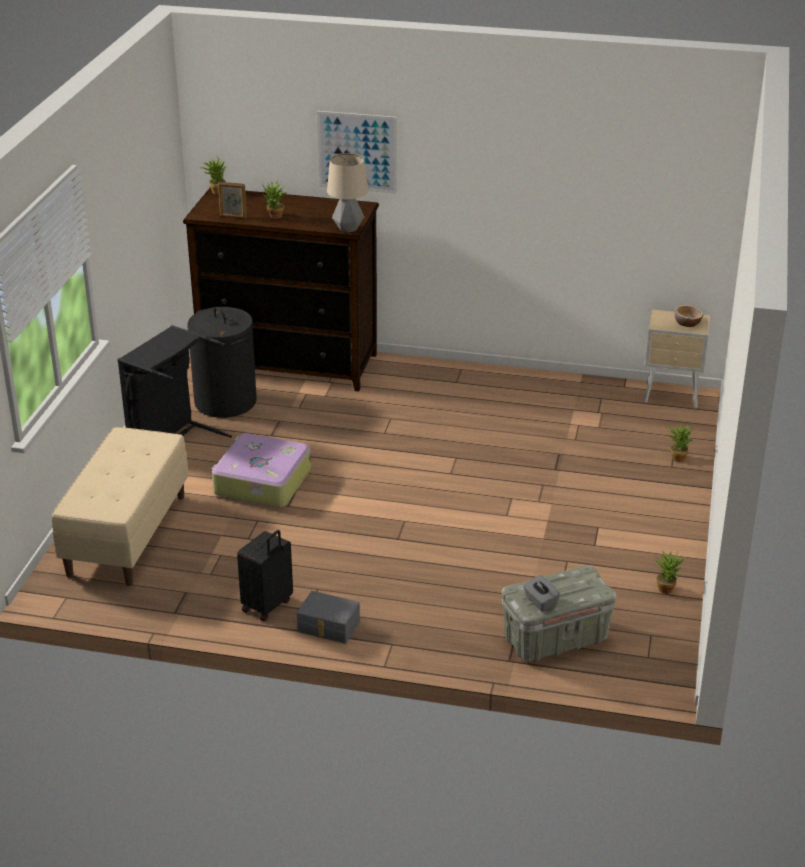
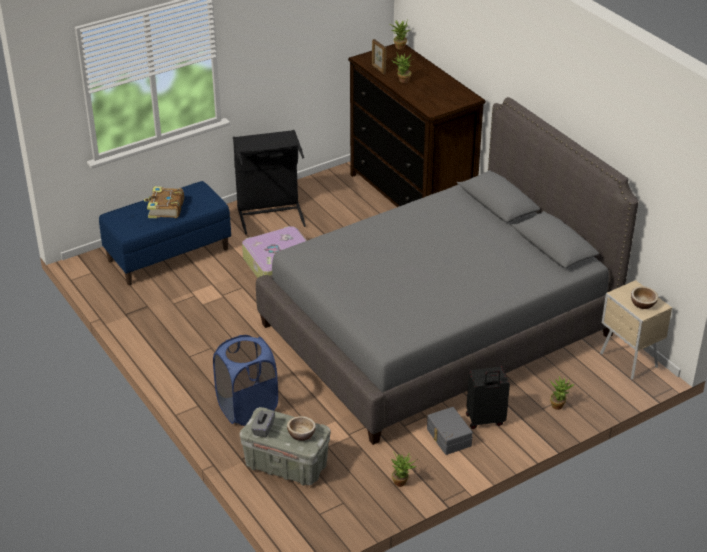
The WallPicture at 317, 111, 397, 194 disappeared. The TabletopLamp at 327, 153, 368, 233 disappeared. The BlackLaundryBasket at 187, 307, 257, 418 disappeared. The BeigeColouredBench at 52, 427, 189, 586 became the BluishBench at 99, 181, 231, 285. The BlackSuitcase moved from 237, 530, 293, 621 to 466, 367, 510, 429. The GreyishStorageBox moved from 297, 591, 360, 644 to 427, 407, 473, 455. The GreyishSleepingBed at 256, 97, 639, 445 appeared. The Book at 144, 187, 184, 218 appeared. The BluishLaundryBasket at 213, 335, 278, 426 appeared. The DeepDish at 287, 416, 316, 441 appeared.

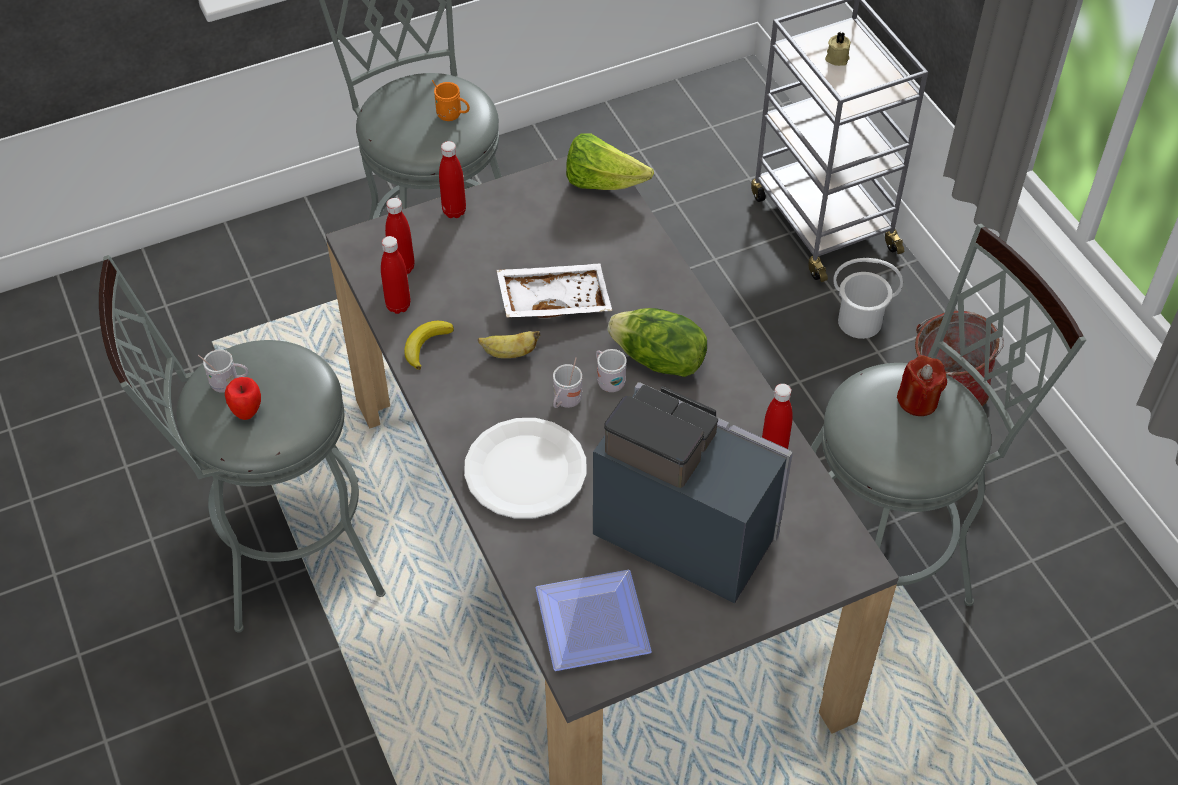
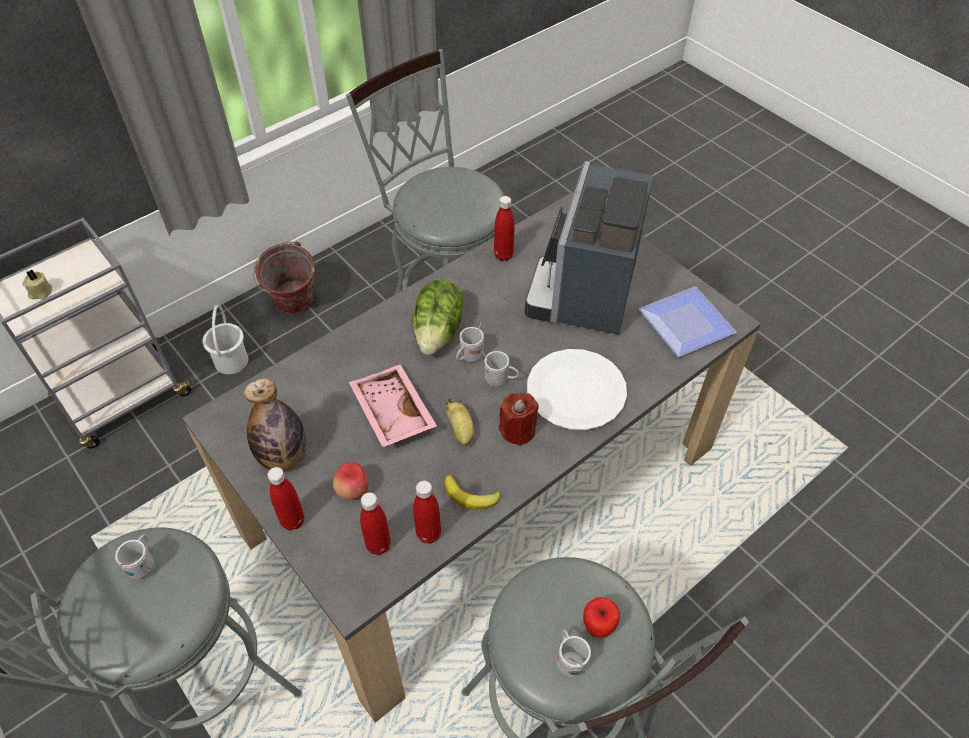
The OrangeTeaMug at 432, 80, 470, 121 became the WhiteTeaMug at 115, 535, 155, 580. The LettuceHead at 566, 133, 654, 190 disappeared. The WhiteCarryingTray at 496, 263, 612, 318 became the PinkCarryingTray at 349, 364, 437, 447. The RedWaxCandle moved from 897, 355, 947, 416 to 499, 393, 539, 446. The DrinkBottle at 244, 378, 306, 471 appeared. The AppleFruit at 333, 462, 368, 500 appeared.

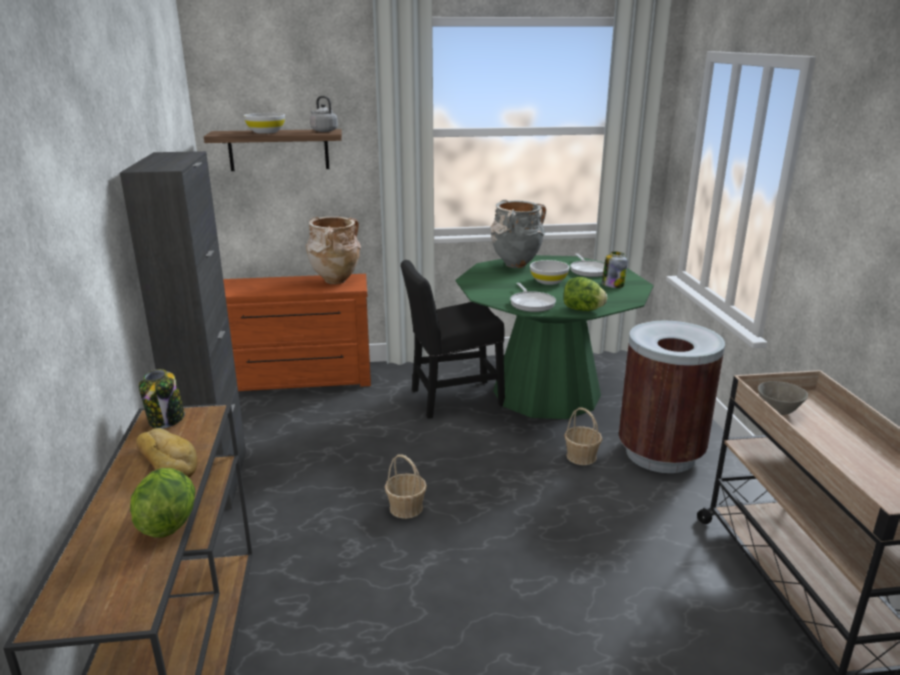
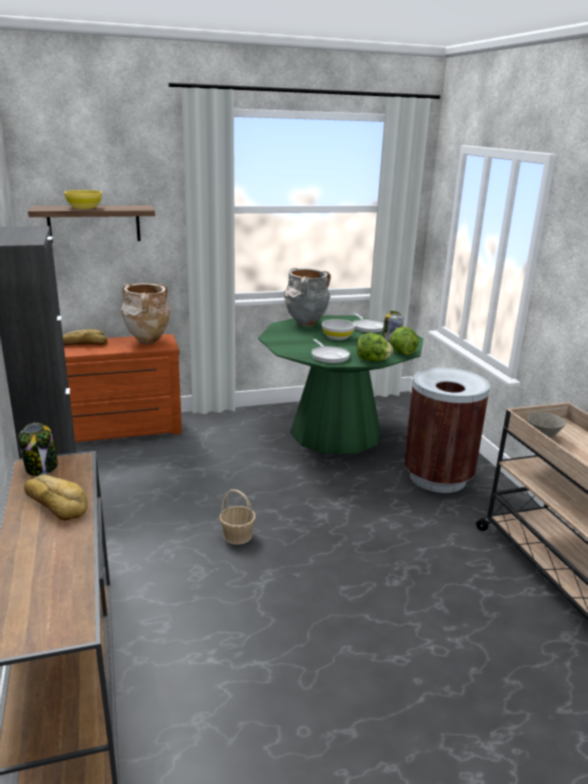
The GreyishTeaKettle at 310, 96, 338, 132 disappeared. The WhiteDeepDish at 244, 113, 285, 134 became the YellowDeepDish at 64, 190, 102, 209. The BlackPlainChair at 401, 260, 505, 419 disappeared. The StorageBasket at 564, 407, 602, 465 disappeared. The LettuceHead moved from 130, 468, 196, 537 to 389, 327, 419, 355. The BakeryBread at 63, 329, 107, 345 appeared.

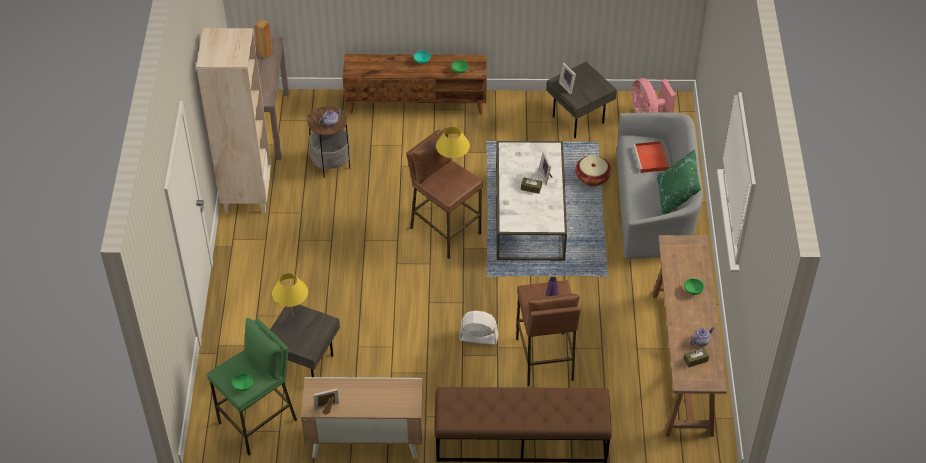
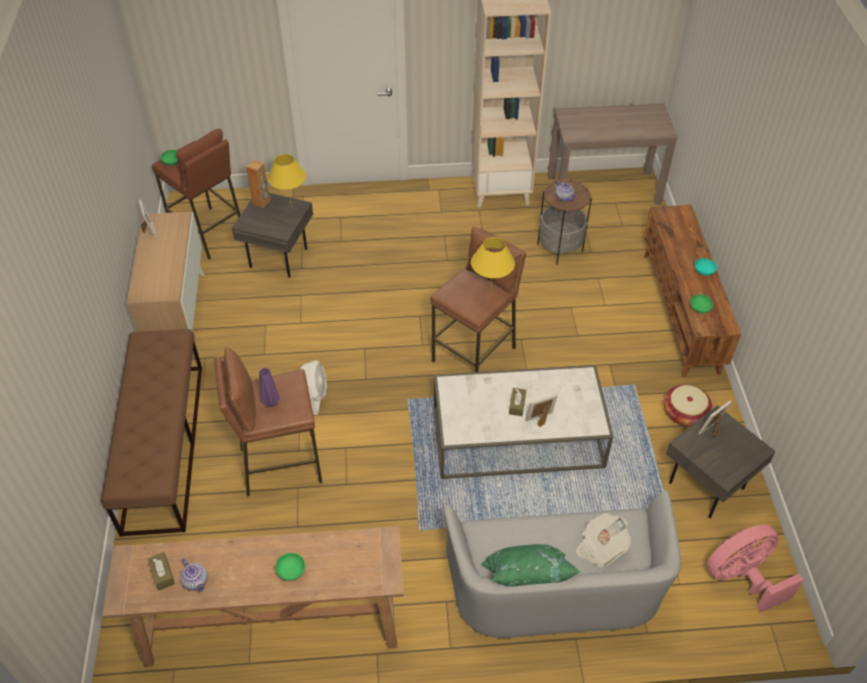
The BrownSpeaker moved from 254, 19, 273, 59 to 246, 160, 270, 208. The RedCarryingTray at 633, 141, 669, 173 was replaced by the DailyPaper at 576, 513, 631, 568. The StorageBasket moved from 575, 155, 611, 186 to 664, 385, 712, 426. The GreenColouredStool at 207, 318, 297, 456 became the BrownStool at 152, 129, 240, 260.

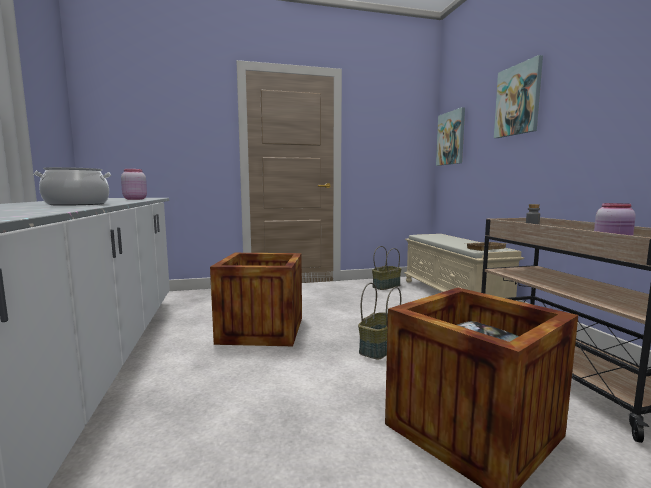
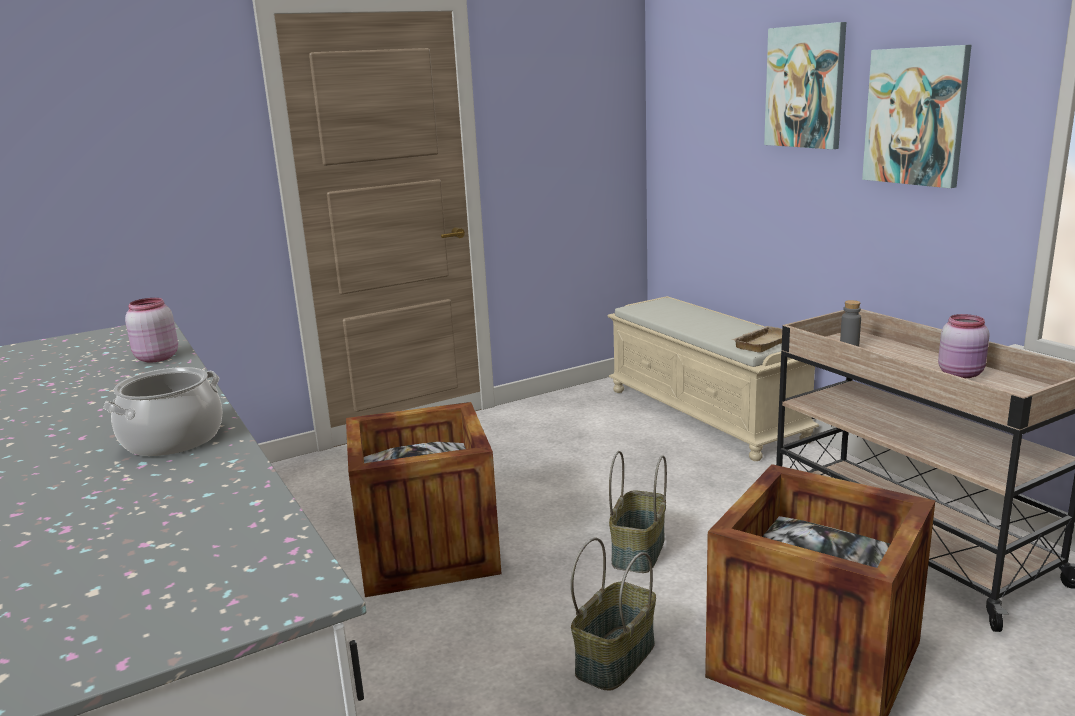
The WallPicture moved from 436, 107, 465, 166 to 862, 45, 971, 188. The StorageBasket moved from 372, 246, 402, 290 to 571, 538, 656, 690.

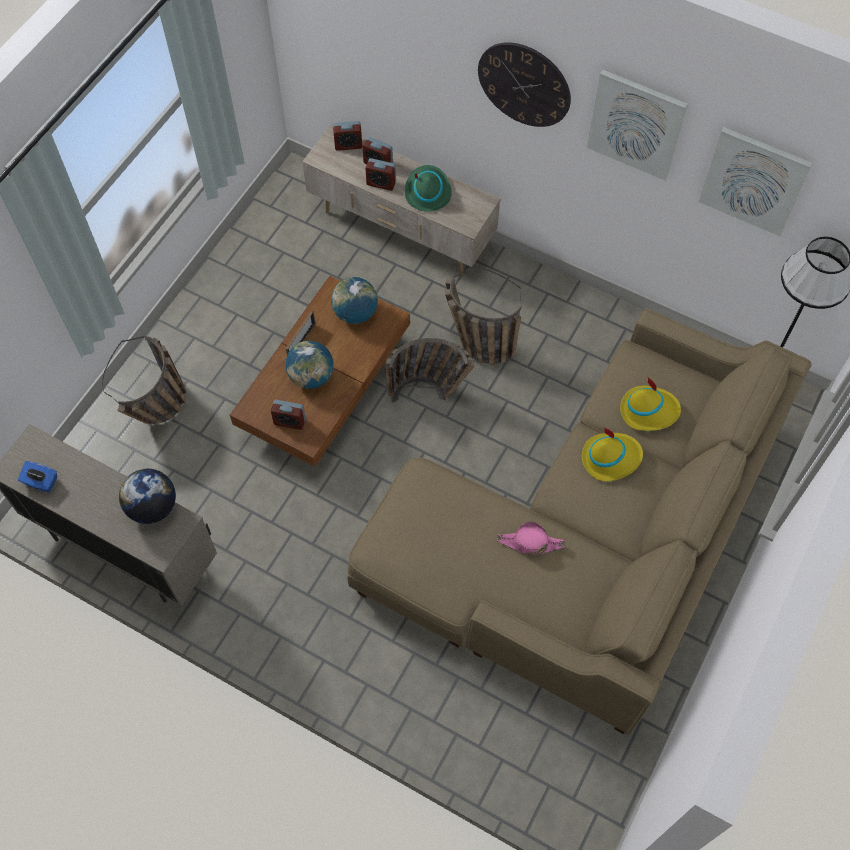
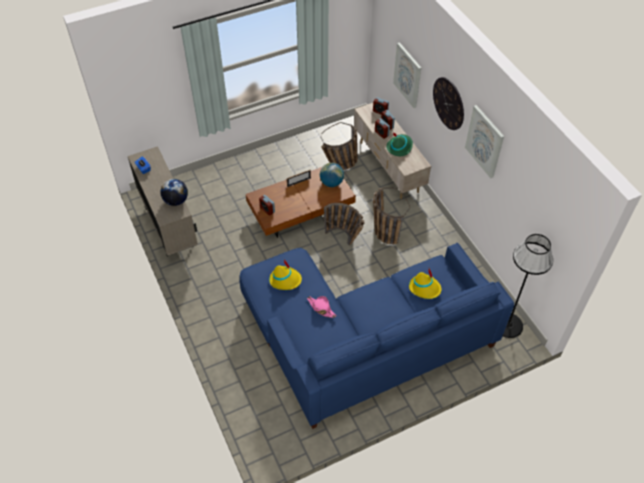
The WallPicture moved from 698, 127, 812, 236 to 393, 42, 421, 108. The BeigeColouredCouch at 347, 308, 812, 735 became the BluishCouch at 239, 243, 514, 429. The StorageBasket moved from 102, 336, 186, 424 to 320, 122, 358, 170. The WorldGlobe at 285, 341, 334, 389 disappeared. The YellowHat moved from 582, 427, 643, 481 to 269, 260, 302, 290.

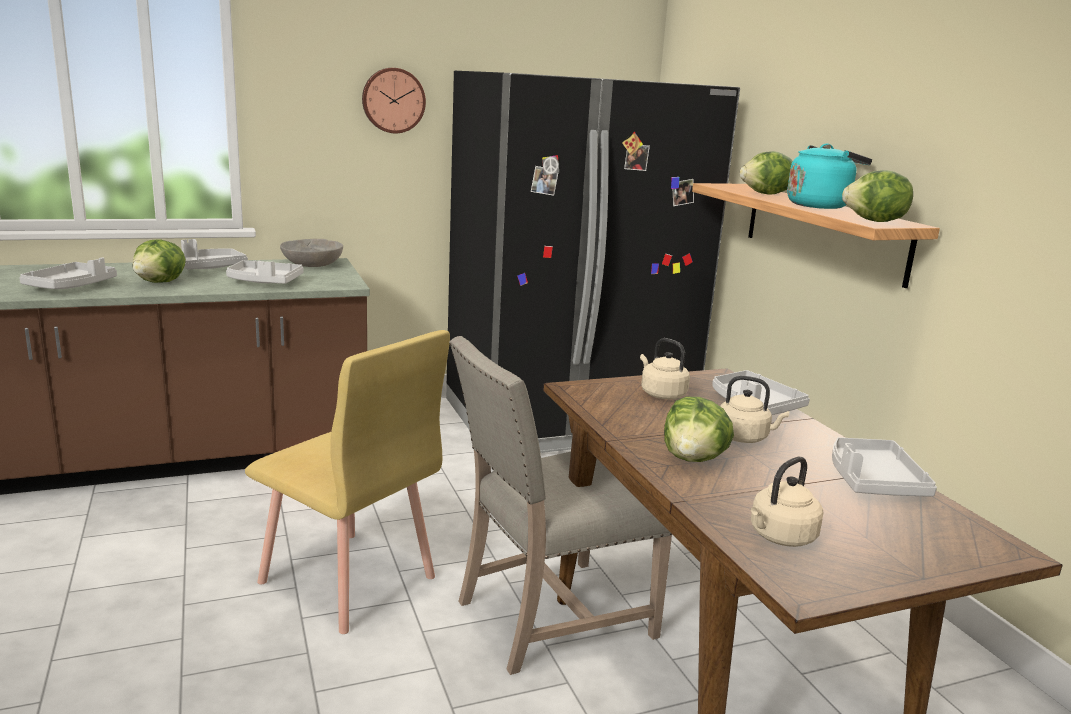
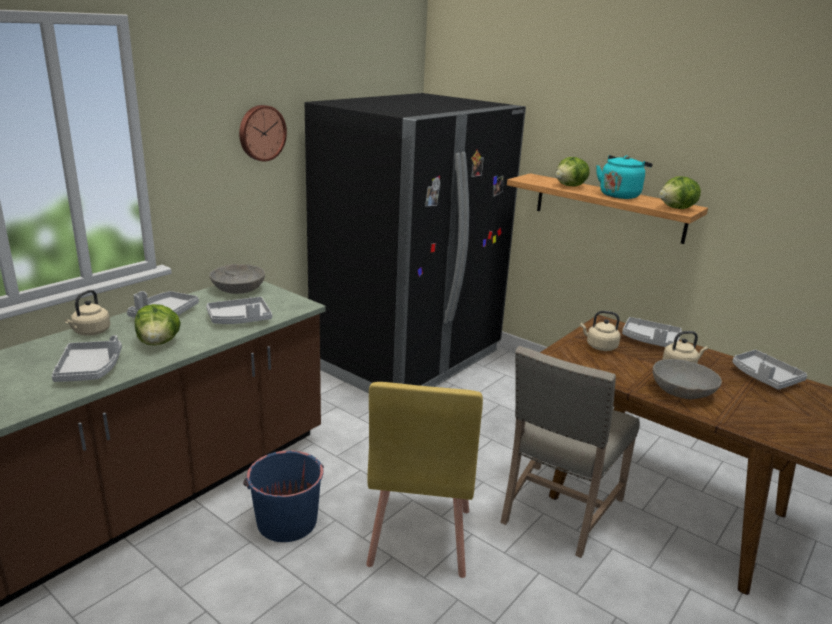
The YellowPlainChair at 245, 330, 450, 634 turned 90 degrees clockwise. The LettuceHead at 664, 397, 734, 462 was replaced by the GreyishDeepDish at 653, 359, 722, 399. The BeigeColouredTeaKettle moved from 751, 457, 823, 547 to 64, 290, 110, 336. The BluishPail at 243, 451, 324, 542 appeared.

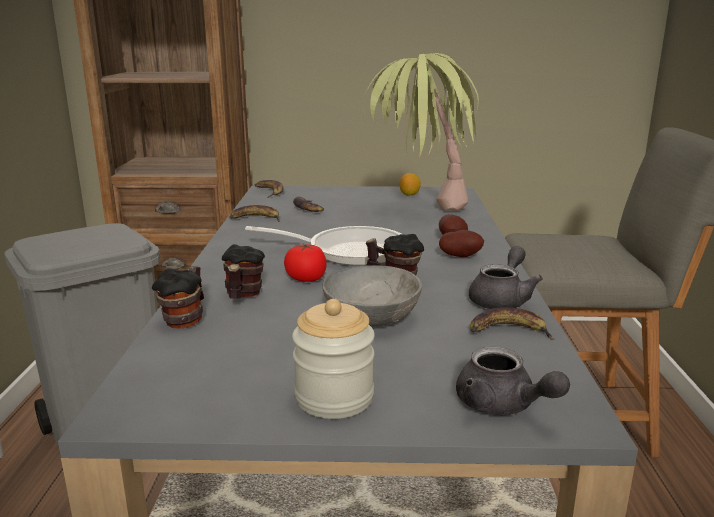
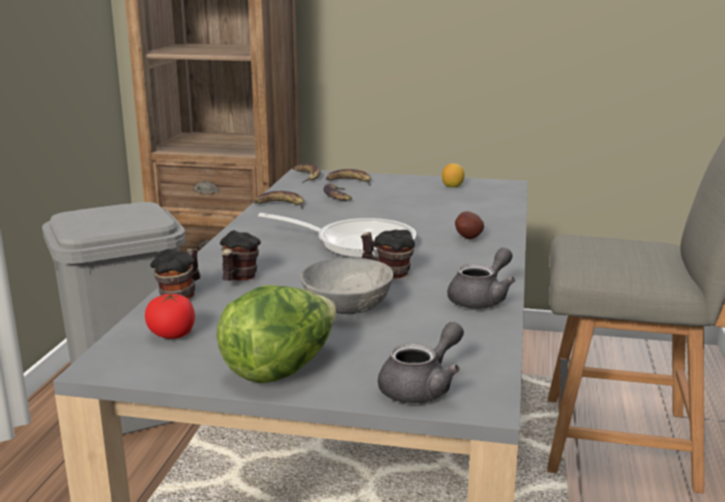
The Houseplant at 363, 53, 479, 211 disappeared. The Spud at 439, 230, 484, 257 disappeared. The FreshTomato moved from 284, 244, 326, 282 to 145, 292, 195, 339. The Jar at 292, 299, 375, 419 was replaced by the LettuceHead at 216, 285, 336, 383. The Banana moved from 470, 307, 555, 340 to 325, 169, 371, 186. The GreyishTeapot at 456, 347, 570, 415 turned 105 degrees counterclockwise.

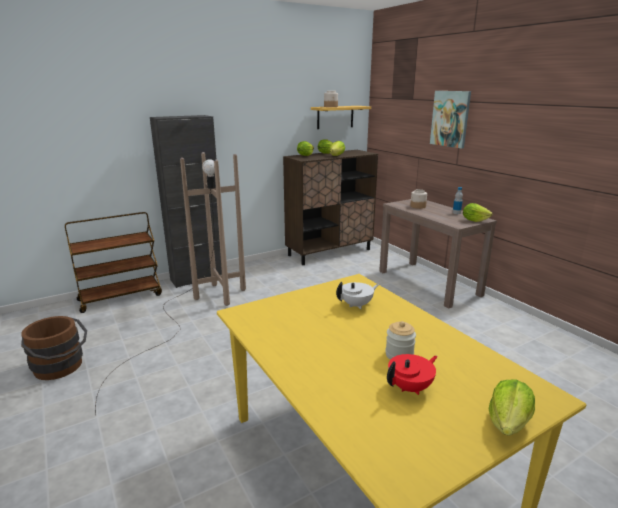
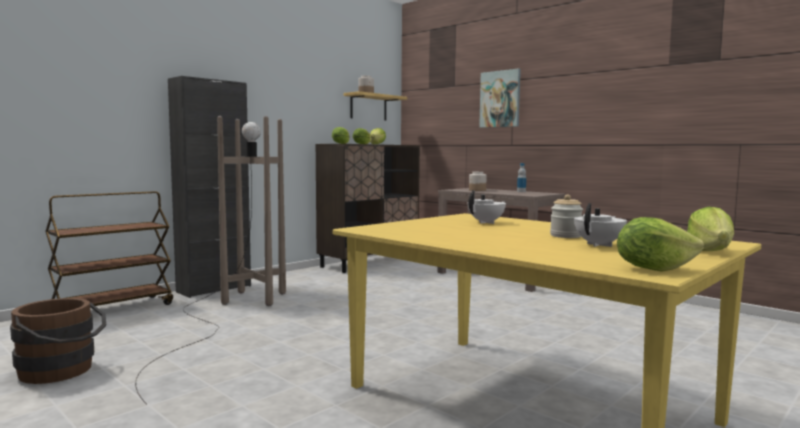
The LettuceHead moved from 463, 203, 493, 222 to 617, 217, 704, 272. The RedTeapot at 387, 354, 438, 395 became the WhiteTeapot at 574, 203, 627, 247.

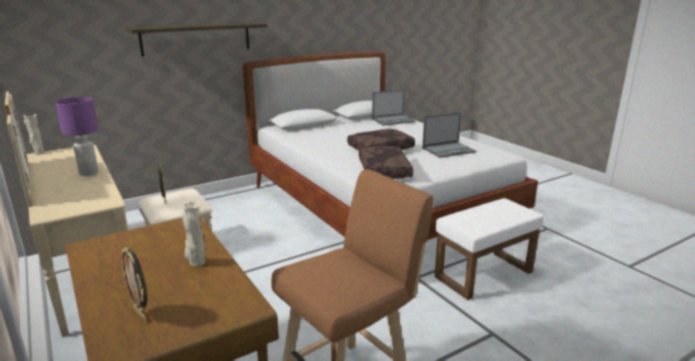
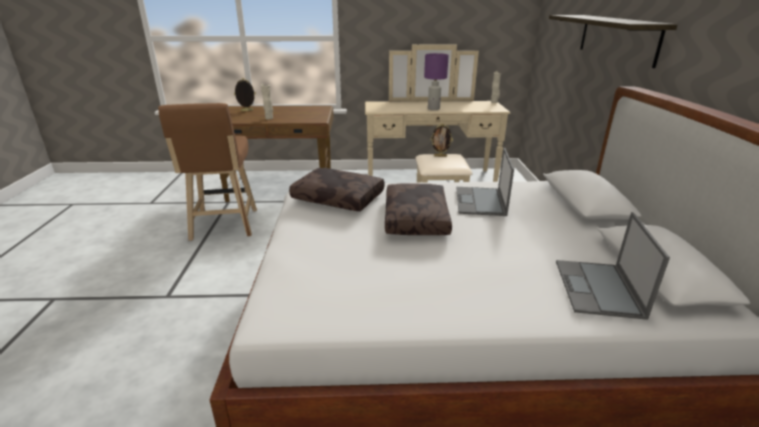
The Laptop moved from 422, 112, 476, 158 to 456, 148, 514, 216. The WhiteOttoman at 435, 198, 544, 300 disappeared.

